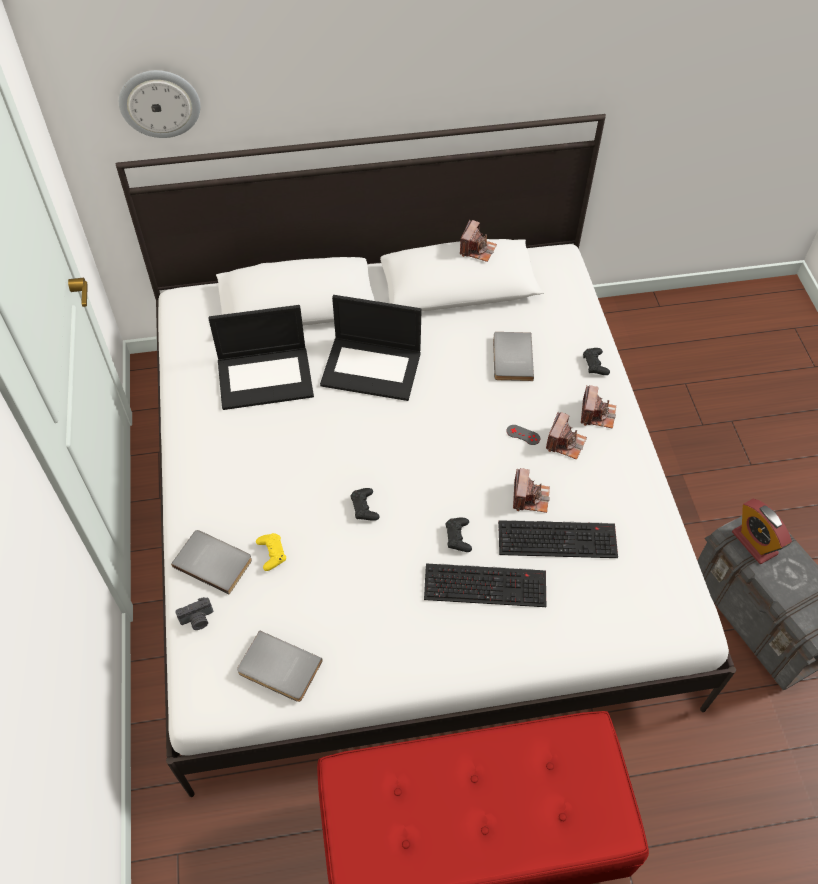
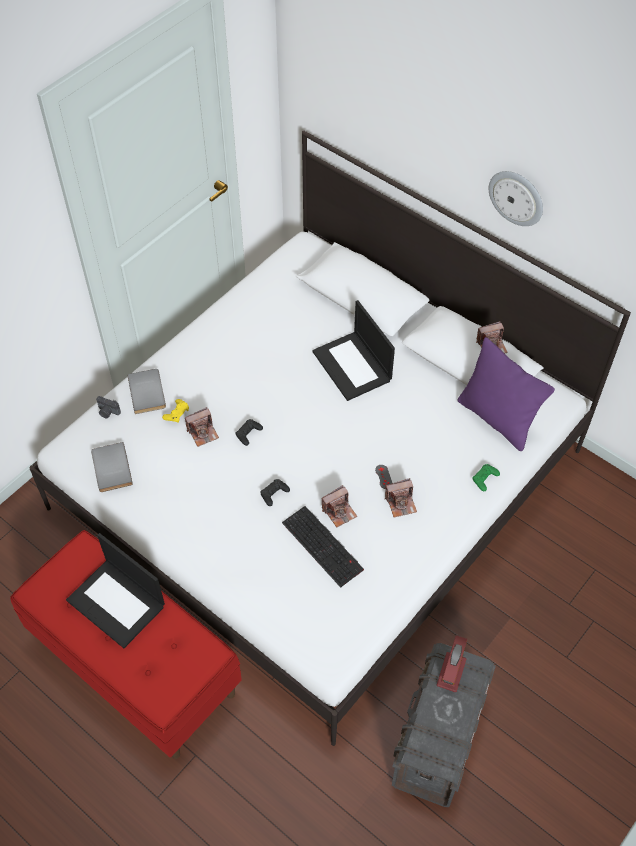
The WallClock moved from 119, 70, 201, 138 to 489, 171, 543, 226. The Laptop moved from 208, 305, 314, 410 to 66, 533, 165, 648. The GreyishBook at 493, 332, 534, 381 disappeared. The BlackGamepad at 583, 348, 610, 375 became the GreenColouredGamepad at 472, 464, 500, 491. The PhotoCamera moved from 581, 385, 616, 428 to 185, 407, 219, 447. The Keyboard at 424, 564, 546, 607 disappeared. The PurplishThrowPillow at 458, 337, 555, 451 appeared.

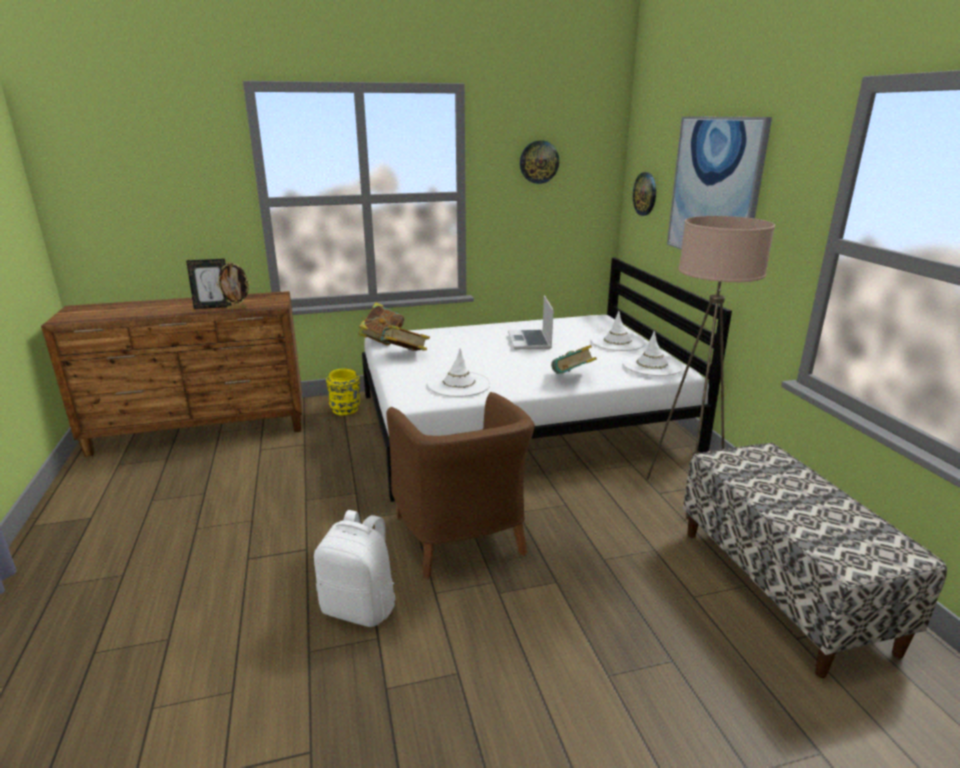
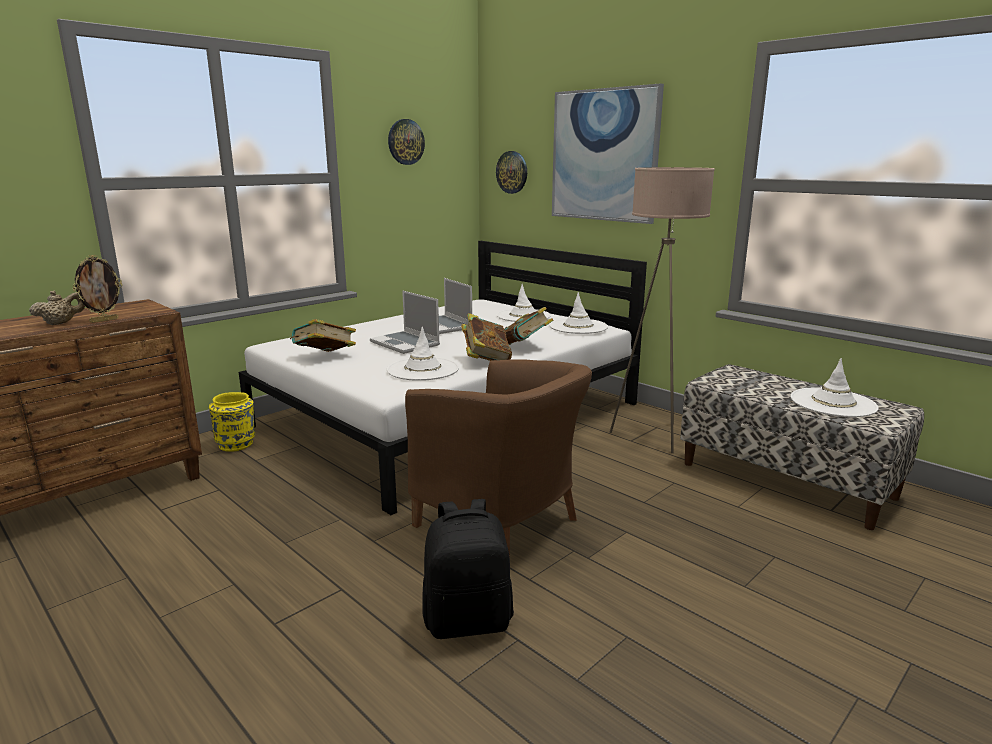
The PictureFrame at 186, 259, 231, 309 was replaced by the BeigeColouredTeapot at 29, 290, 85, 325. The Book moved from 358, 302, 404, 345 to 461, 313, 512, 361. The WhiteBackpack at 314, 510, 396, 627 became the BlackBackpack at 422, 499, 514, 639. The Laptop at 370, 291, 440, 354 appeared. The WhiteHat at 790, 358, 879, 417 appeared.

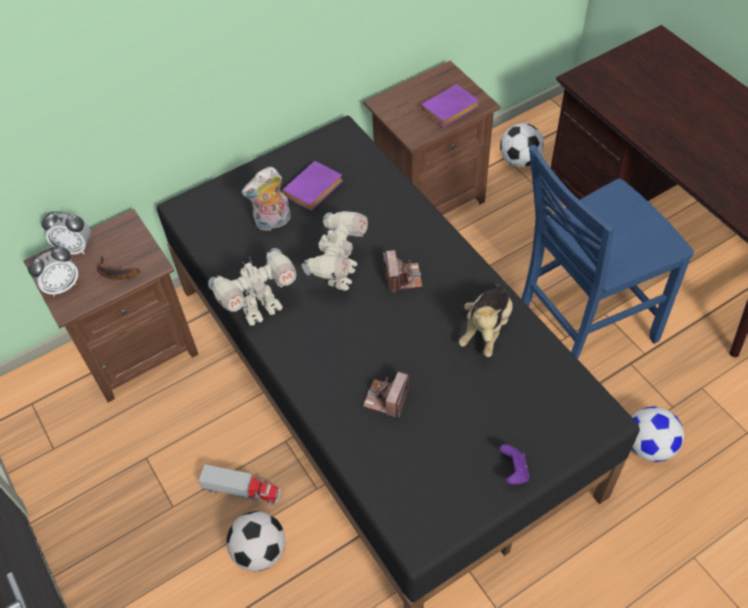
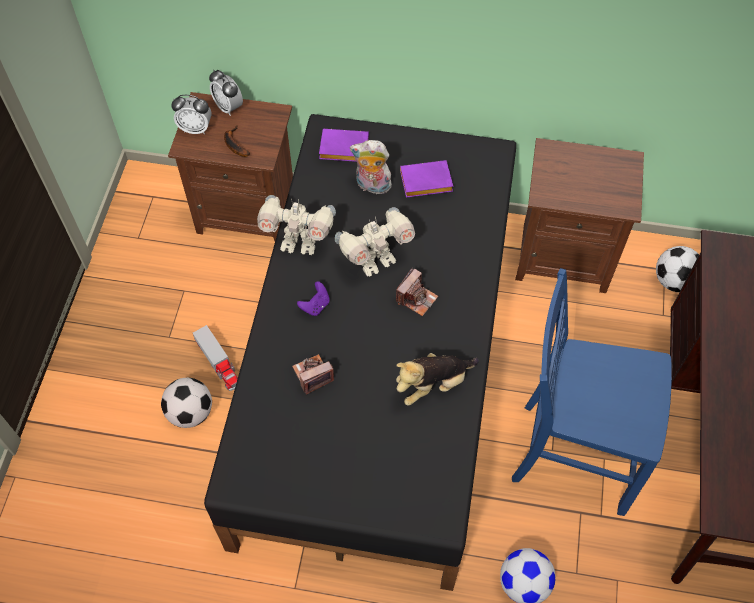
The PurplishBook moved from 420, 84, 479, 128 to 319, 129, 369, 162. The PurplishGamepad moved from 499, 444, 529, 485 to 297, 281, 330, 316.

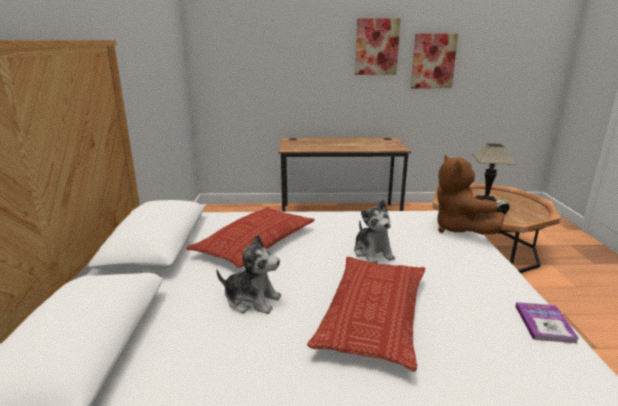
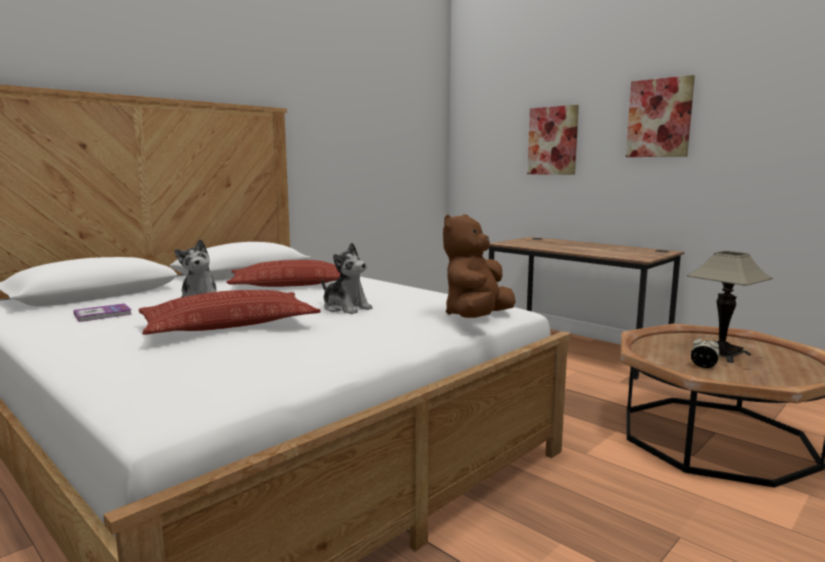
The WallPicture moved from 411, 34, 458, 88 to 527, 105, 579, 175. The SoftToy at 354, 200, 395, 263 turned 75 degrees counterclockwise. The Book moved from 515, 302, 579, 344 to 73, 303, 132, 322.

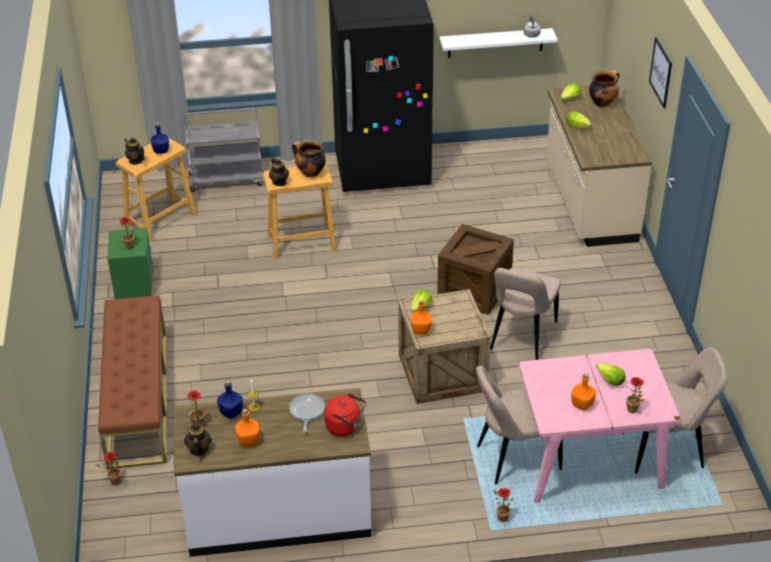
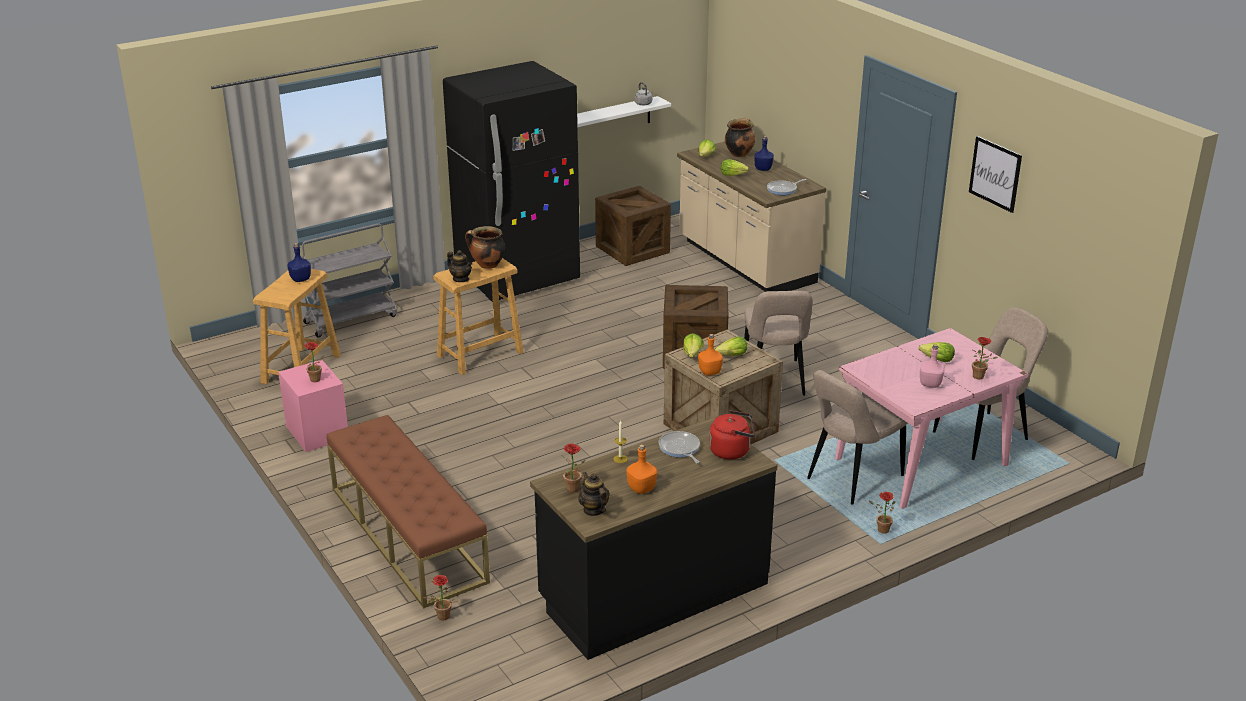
The WallPicture moved from 649, 37, 672, 109 to 969, 136, 1022, 213. The Teapot at 124, 138, 145, 165 disappeared. The GreenColouredNightTable at 107, 228, 154, 299 became the PinkNightTable at 278, 360, 348, 452. The OrangeDrinkBottle at 571, 373, 596, 410 became the PinkDrinkBottle at 920, 344, 945, 388. The BluishDrinkBottle moved from 217, 380, 243, 418 to 754, 136, 774, 171. The WhiteKitchenCounter at 174, 388, 371, 557 became the BlackKitchenCounter at 530, 417, 777, 660. The Pan at 767, 179, 806, 195 appeared. The Crate at 595, 186, 671, 266 appeared. The LettuceHead at 715, 337, 747, 356 appeared.

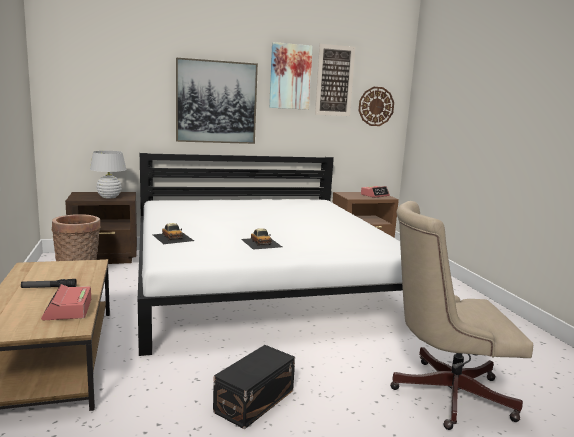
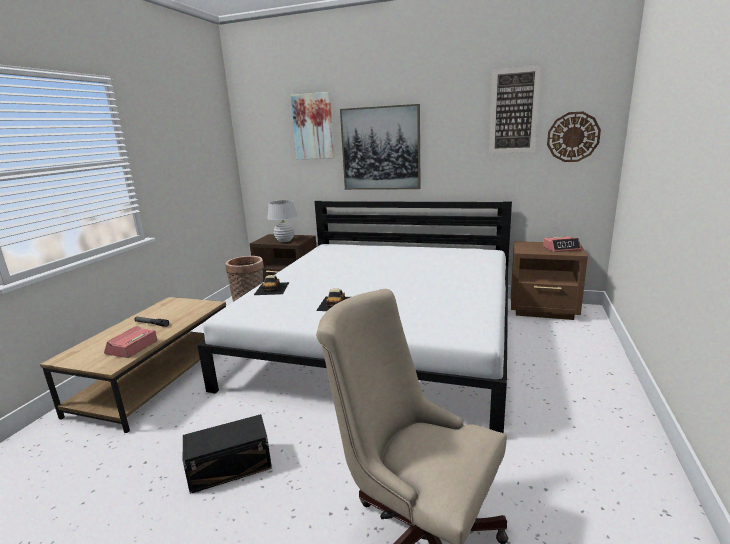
The WallPicture moved from 269, 42, 313, 110 to 291, 92, 335, 159.

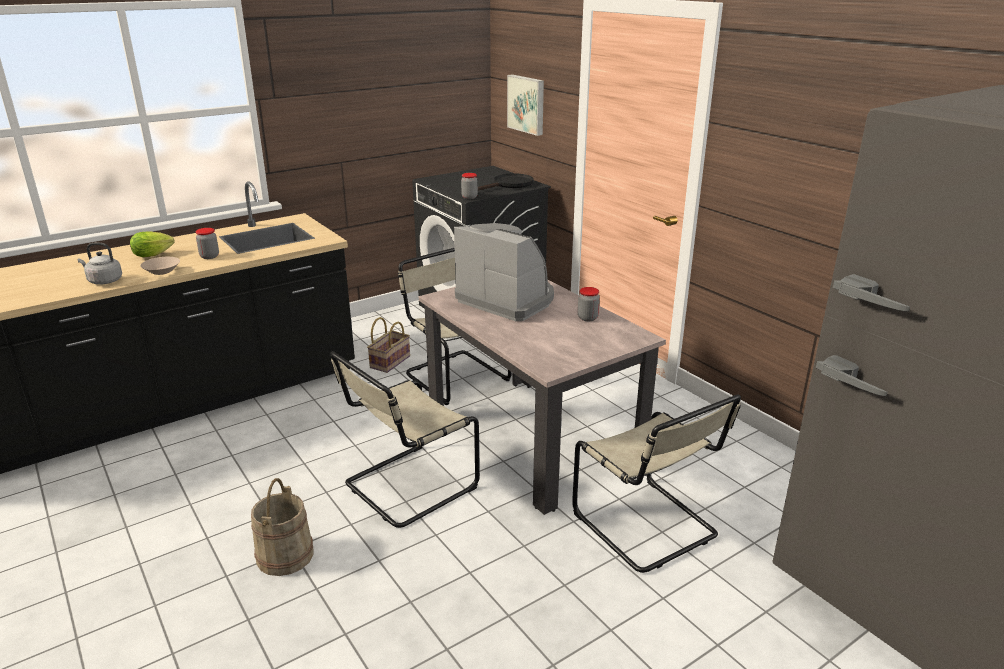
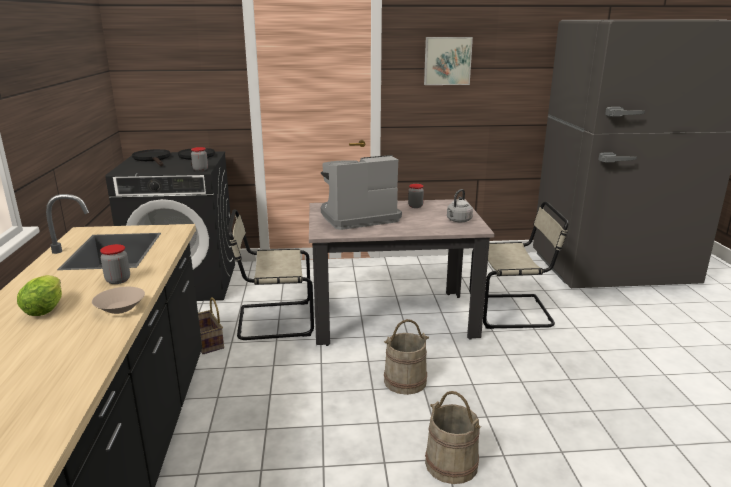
The WallPicture moved from 507, 74, 544, 136 to 424, 37, 473, 85. The GreyishTeaKettle moved from 78, 243, 122, 285 to 447, 189, 473, 222. The BeigeColouredPlainChair at 331, 351, 480, 528 was replaced by the BeigeColouredPail at 384, 319, 429, 395. The BlackPan at 132, 149, 170, 166 appeared.

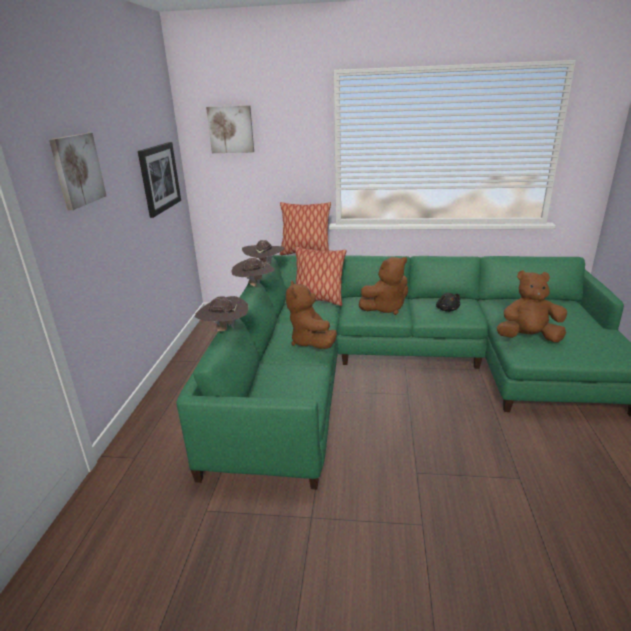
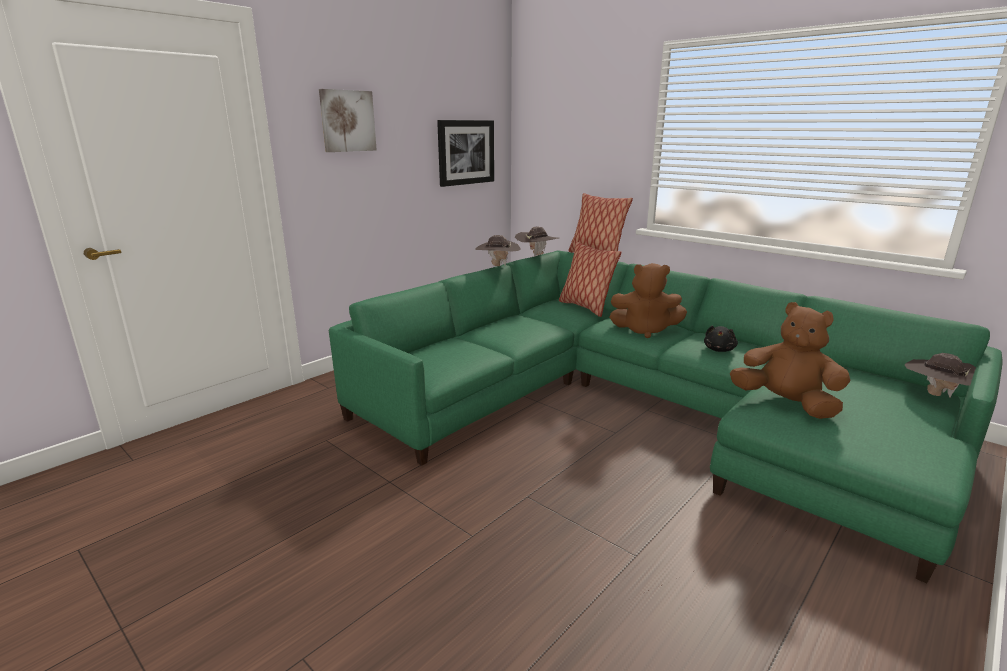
The WallPicture at 206, 106, 254, 153 disappeared. The BrownSoftToy at 286, 281, 337, 349 disappeared. The BrownHat moved from 195, 296, 248, 331 to 905, 353, 976, 398.

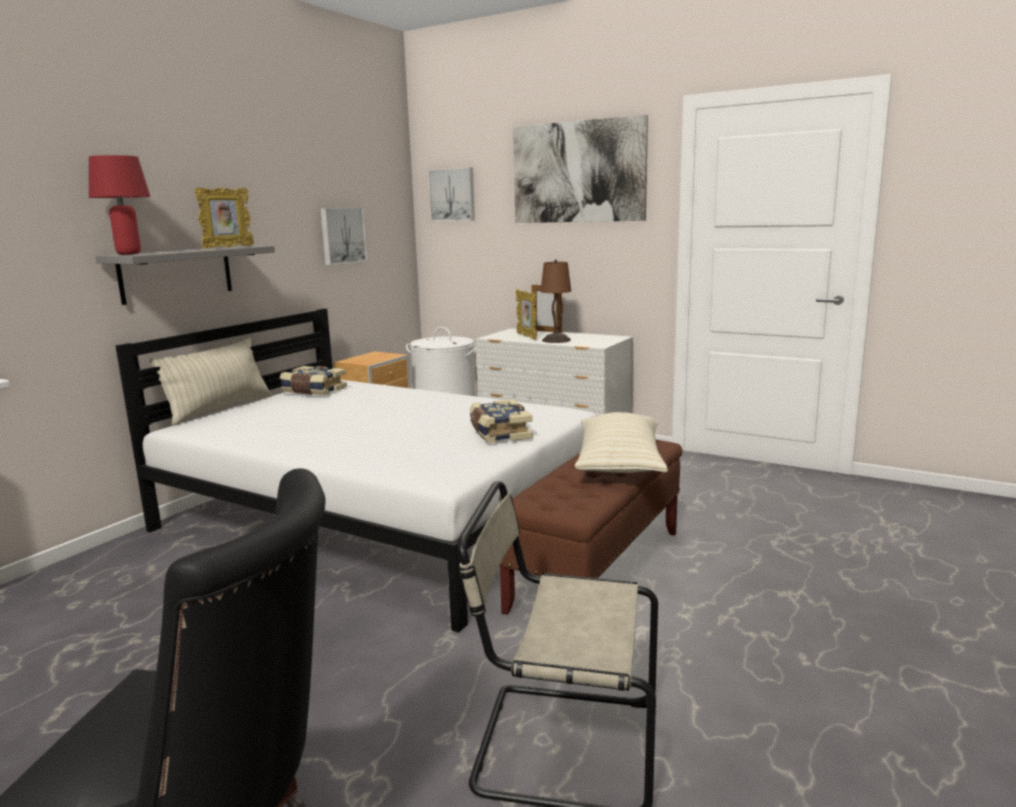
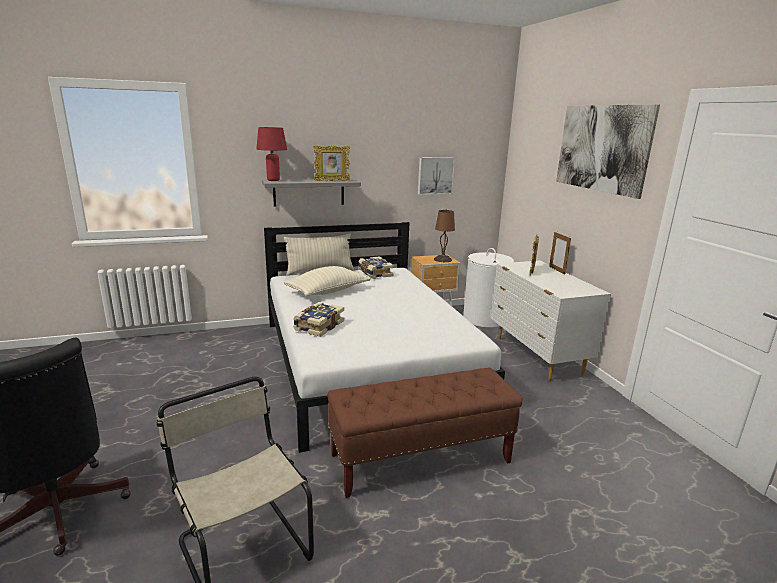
The WallPicture at 428, 168, 475, 221 disappeared. The BrownTabletopLamp moved from 541, 259, 571, 343 to 434, 209, 455, 262. The Book moved from 470, 399, 533, 443 to 293, 302, 344, 337. The BeigeColouredThrowPillow moved from 575, 412, 668, 473 to 284, 266, 370, 296.

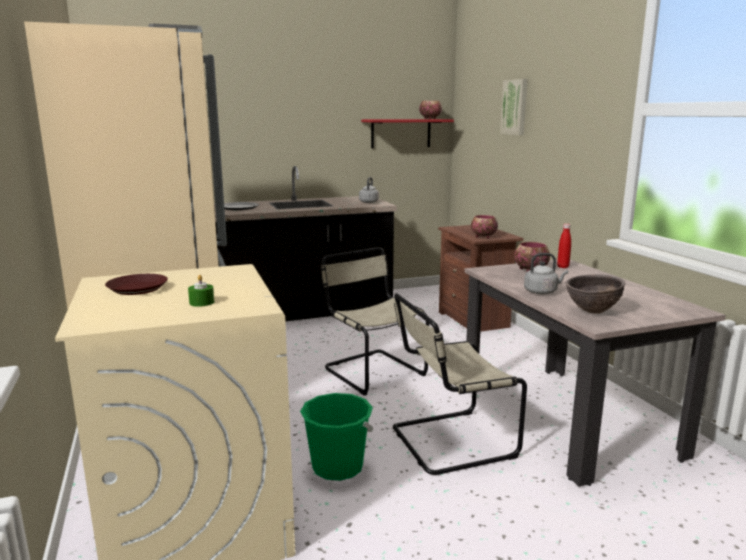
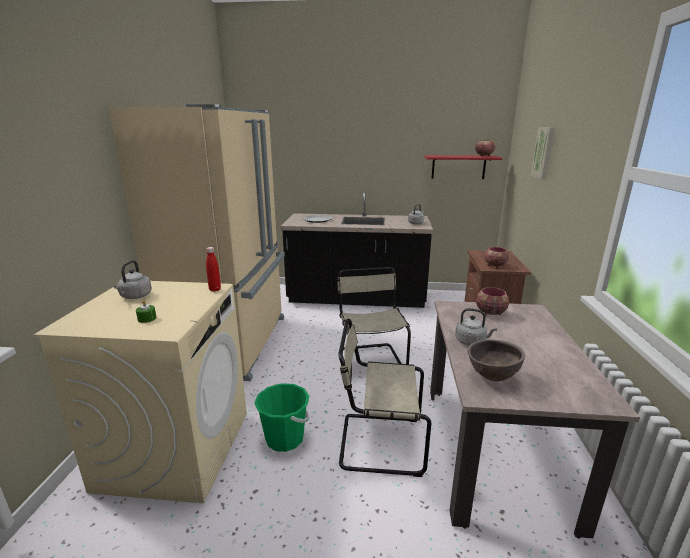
The RedDrinkBottle moved from 557, 224, 571, 268 to 206, 247, 221, 292. The BrownPlate at 105, 274, 168, 295 was replaced by the GreyishTeaKettle at 114, 260, 152, 299.

